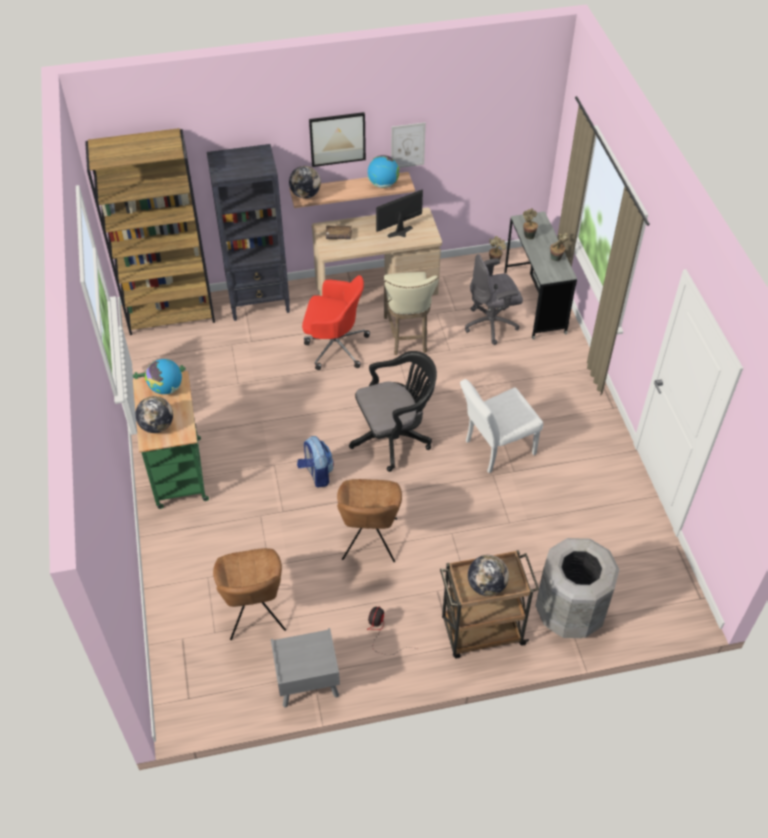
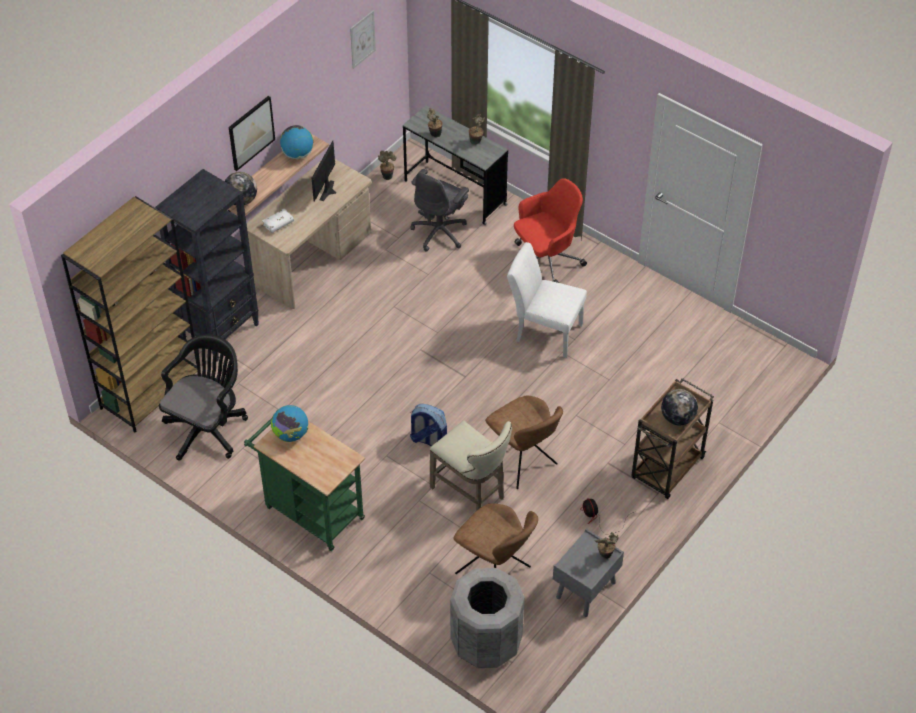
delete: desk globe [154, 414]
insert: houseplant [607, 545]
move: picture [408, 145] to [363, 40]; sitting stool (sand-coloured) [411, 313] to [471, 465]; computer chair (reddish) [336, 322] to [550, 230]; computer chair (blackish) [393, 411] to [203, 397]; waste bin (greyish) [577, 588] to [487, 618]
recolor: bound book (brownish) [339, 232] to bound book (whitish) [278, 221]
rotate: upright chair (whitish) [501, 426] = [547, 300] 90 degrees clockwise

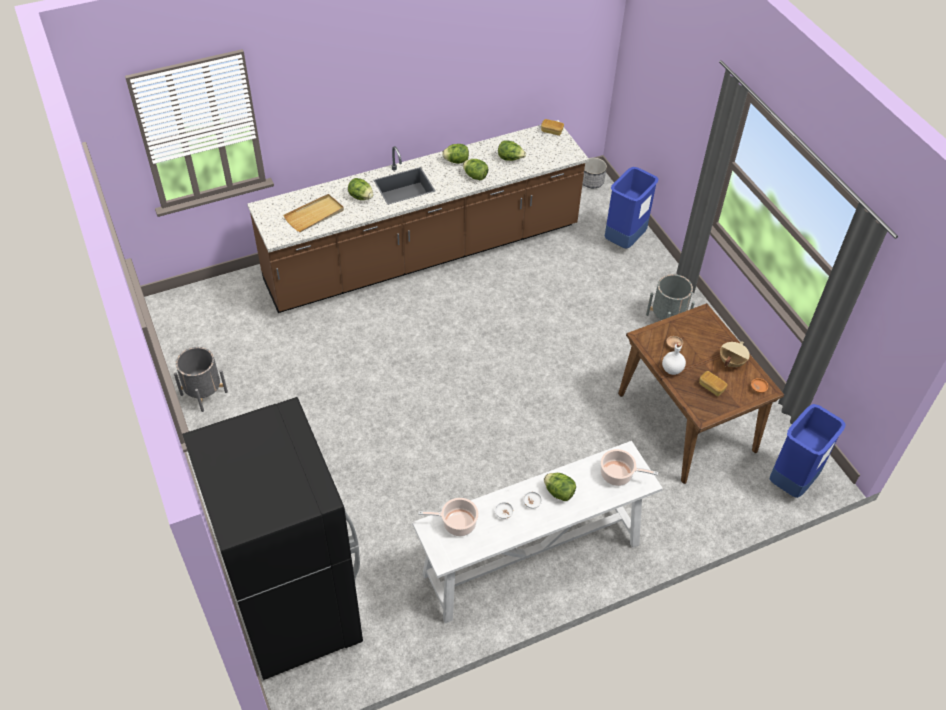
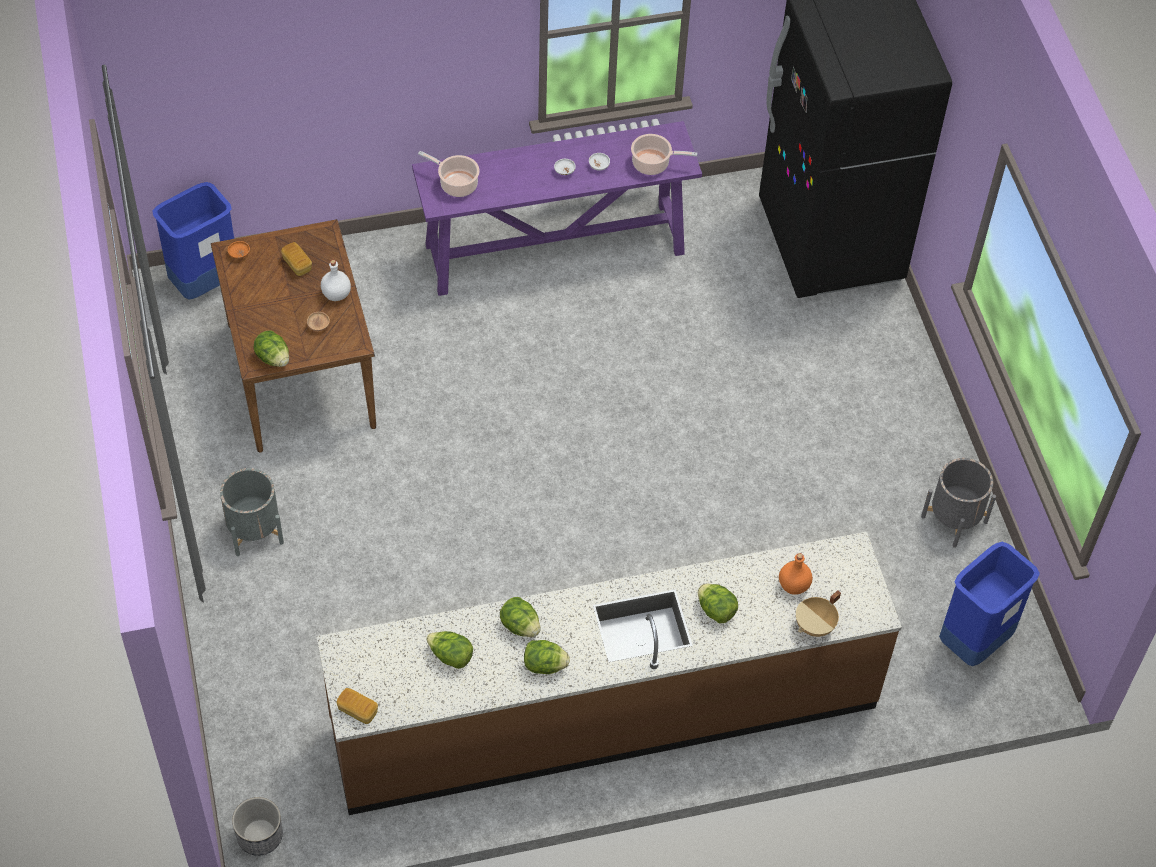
move: waste bin (blue-coloured) [631, 208] to [989, 603]; cooking pot (sand-coloured) [735, 354] to [818, 613]; head of lettuce [560, 487] to [271, 348]
replace: serving tray (sand-coloured) [313, 213] to drink bottle (orange-coloured) [796, 574]
recolor: hall table (whitish) [537, 532] to hall table (purplish) [557, 208]

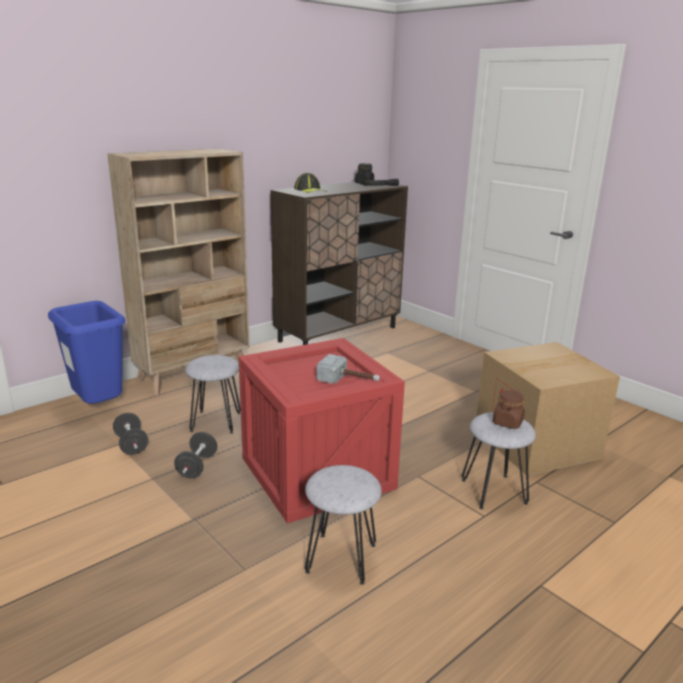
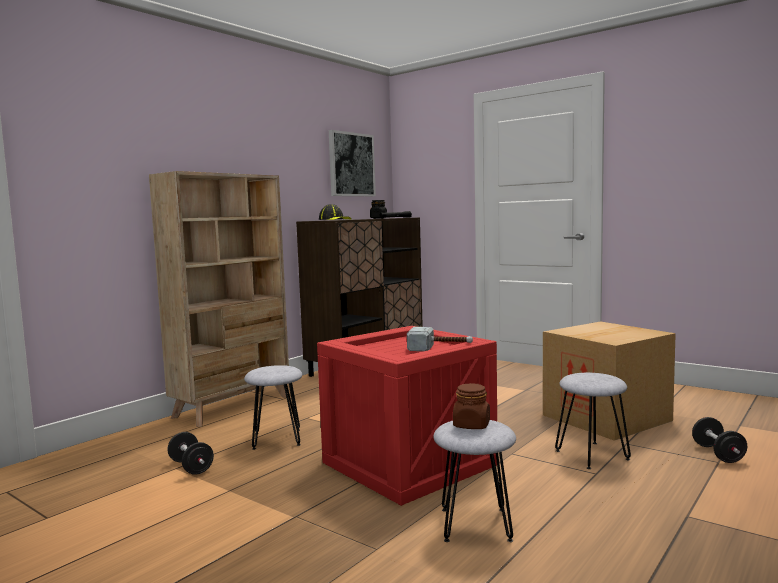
delete: waste bin (blue-coloured) [87, 352]
insert: picture [352, 163]
move: storage jar (brownish) [509, 409] to [471, 406]; dumbbell (blackish) [195, 455] to [719, 440]

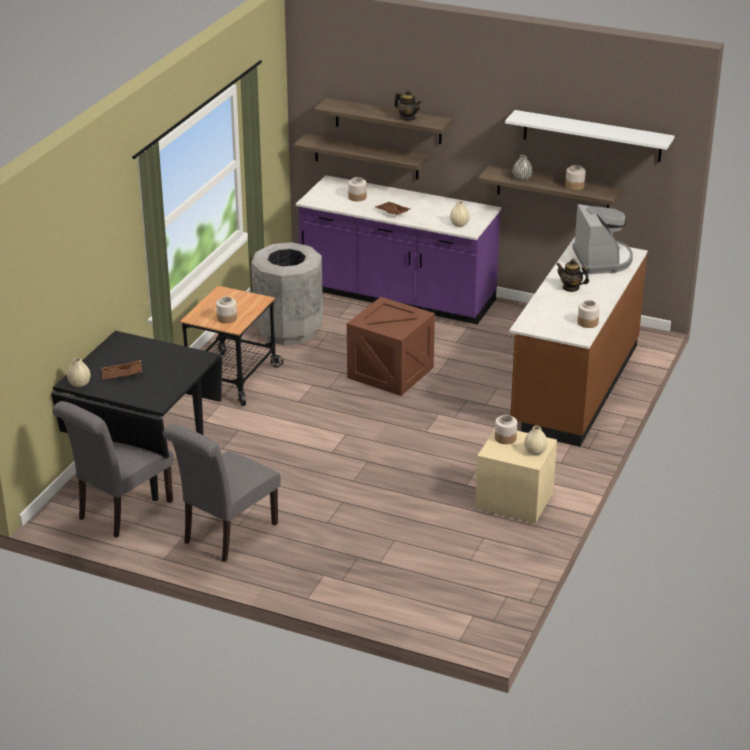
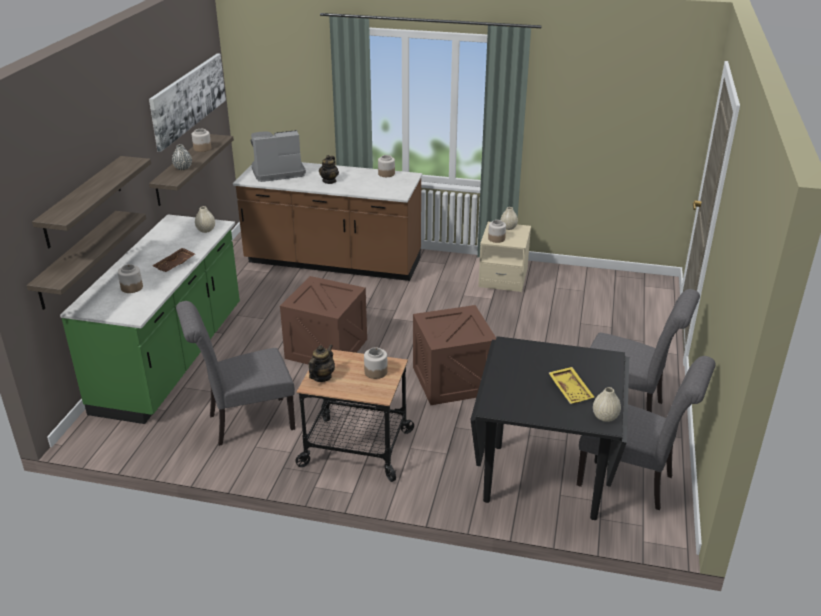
insert: shipping crate [454, 355]
move: teapot [408, 104] to [322, 363]
replace: wall shelf (whitish) [590, 136] to picture [187, 103]; waste bin (greyish) [287, 293] to upright chair (greyish) [235, 373]
recolor: kitchen base unit (purplish) [398, 250] to kitchen base unit (green-coloured) [150, 319]; serving tray (brownish) [121, 370] to serving tray (yellow) [571, 385]

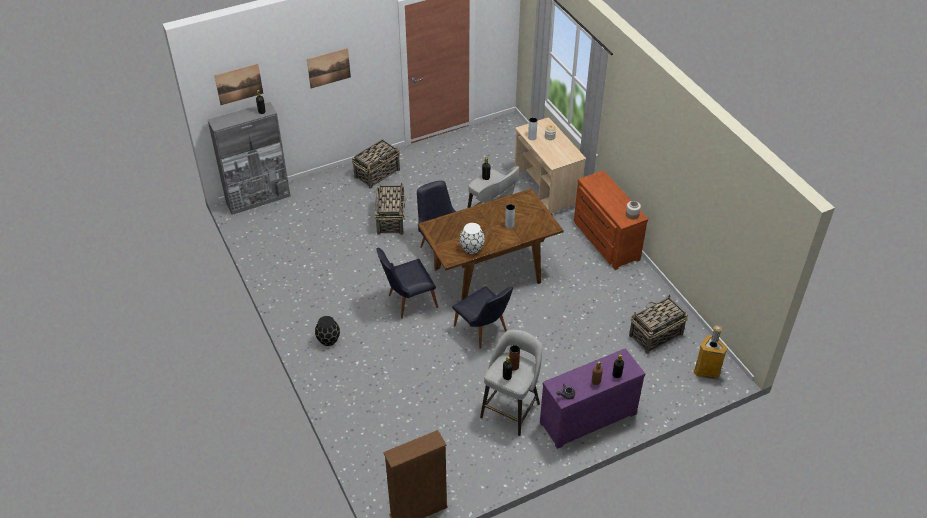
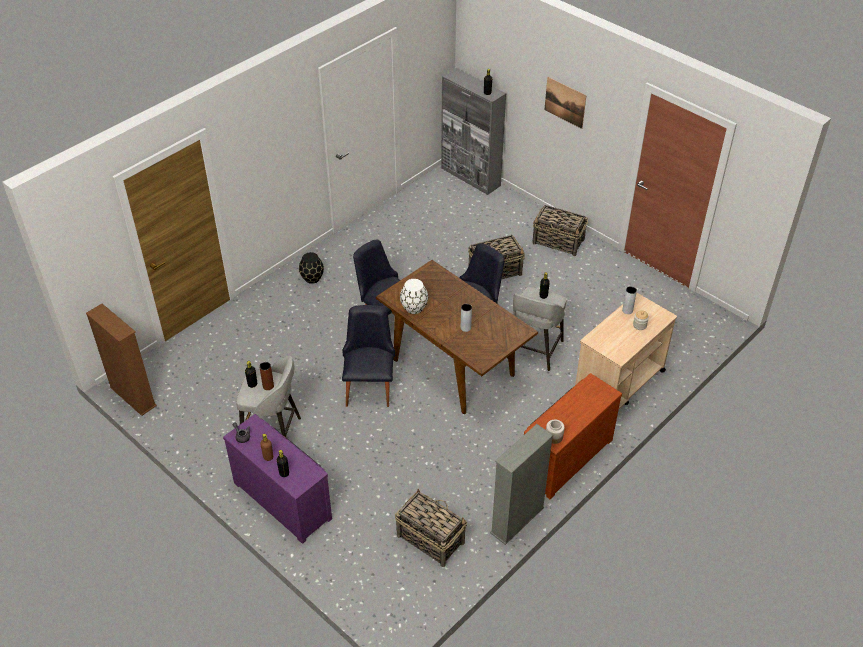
delete: picture [238, 84]; waste bin [711, 352]
insert: bookcase (greyish) [521, 484]
rotate: upright chair (blackish) [482, 317] = [368, 356] 150 degrees clockwise

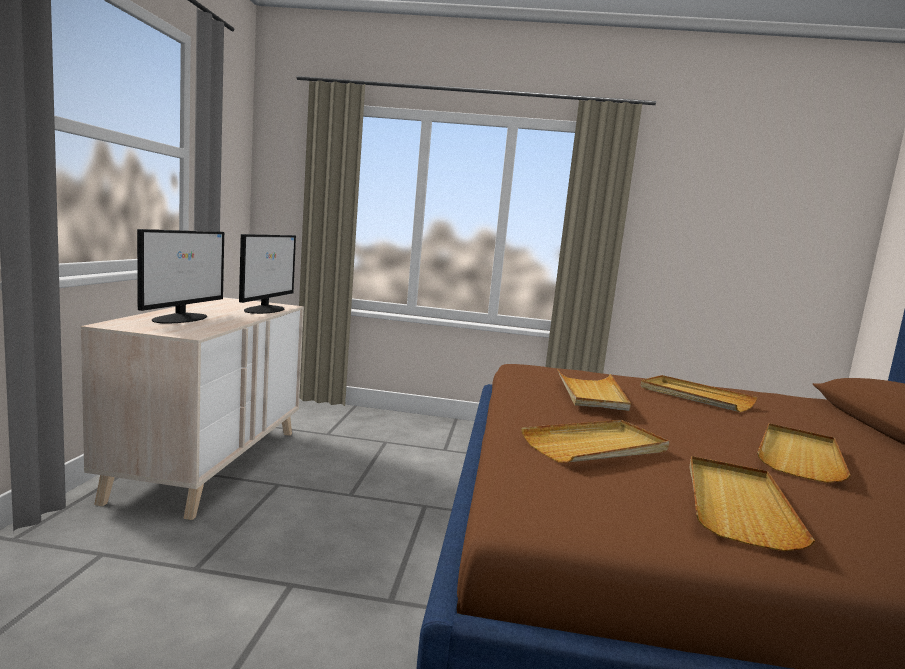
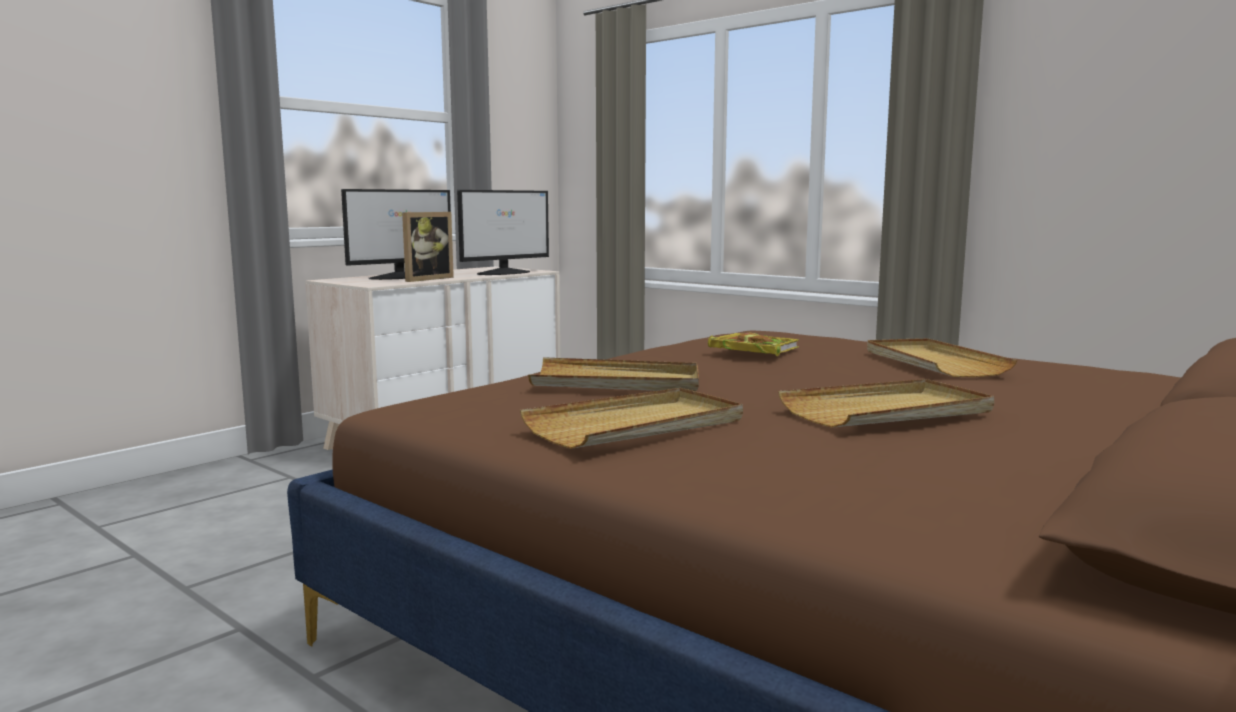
insert: standing frame [428, 247]
replace: serving tray (sand-coloured) [594, 390] to bound book [753, 344]

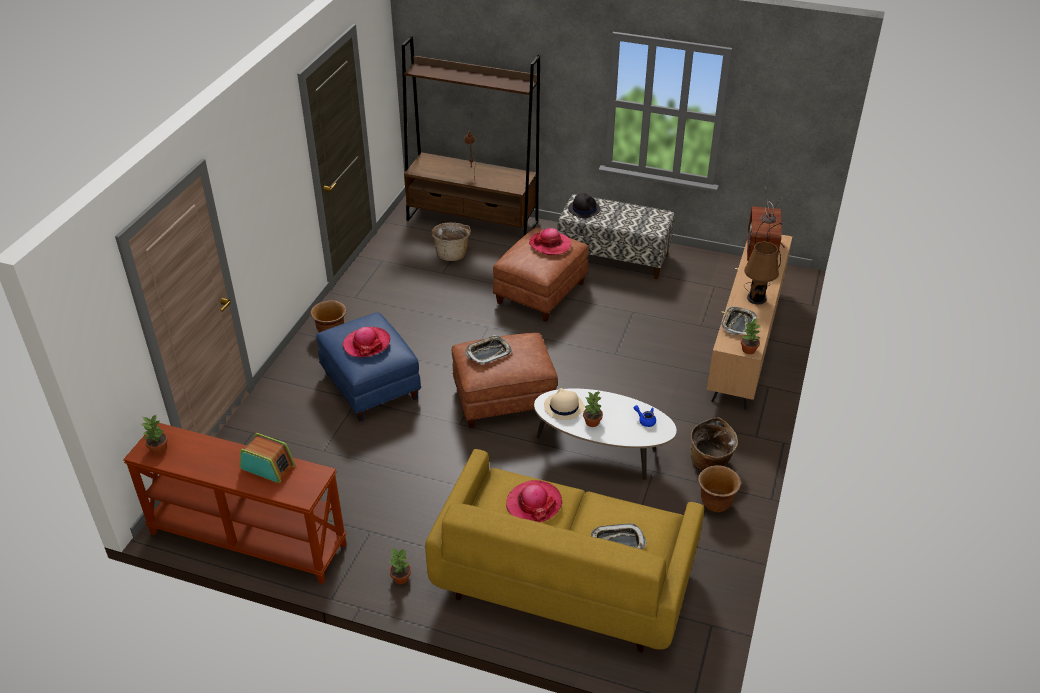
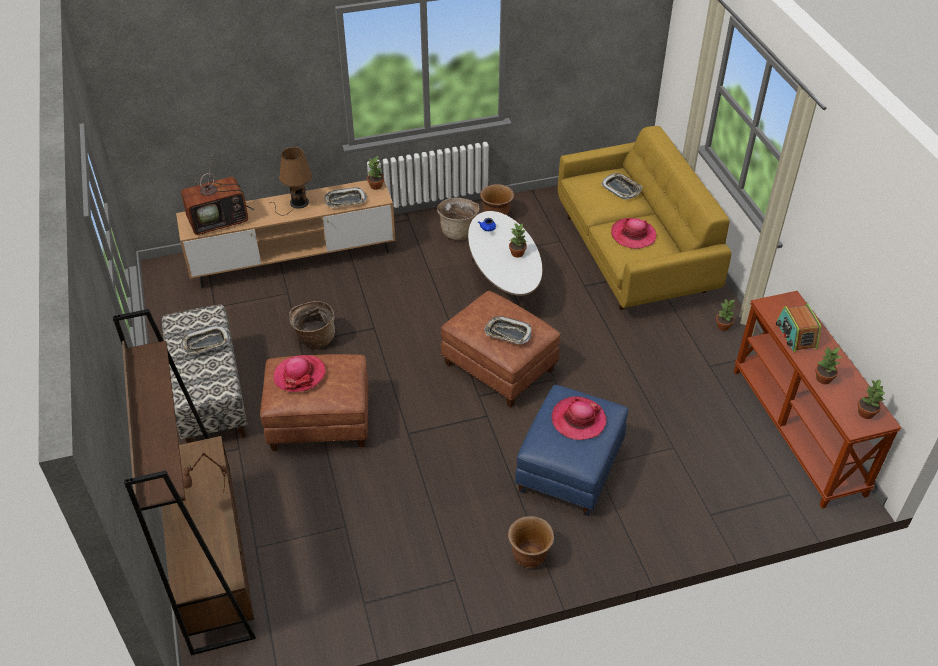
delete: wearable hat (blackish) [584, 205]; wearable hat (sand-coloured) [564, 404]
insert: serving tray [206, 340]; houseplant [828, 365]
move: basket [451, 241] to [312, 325]

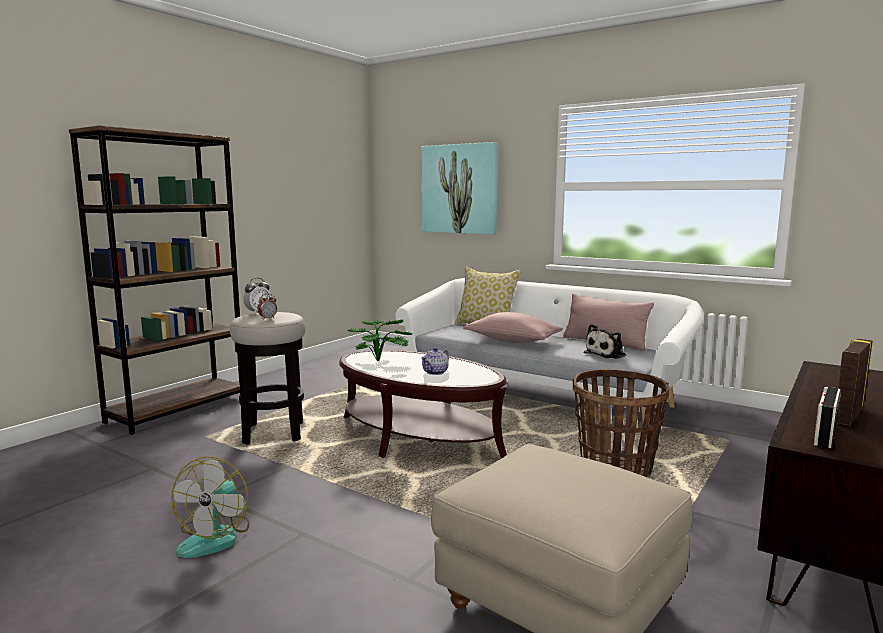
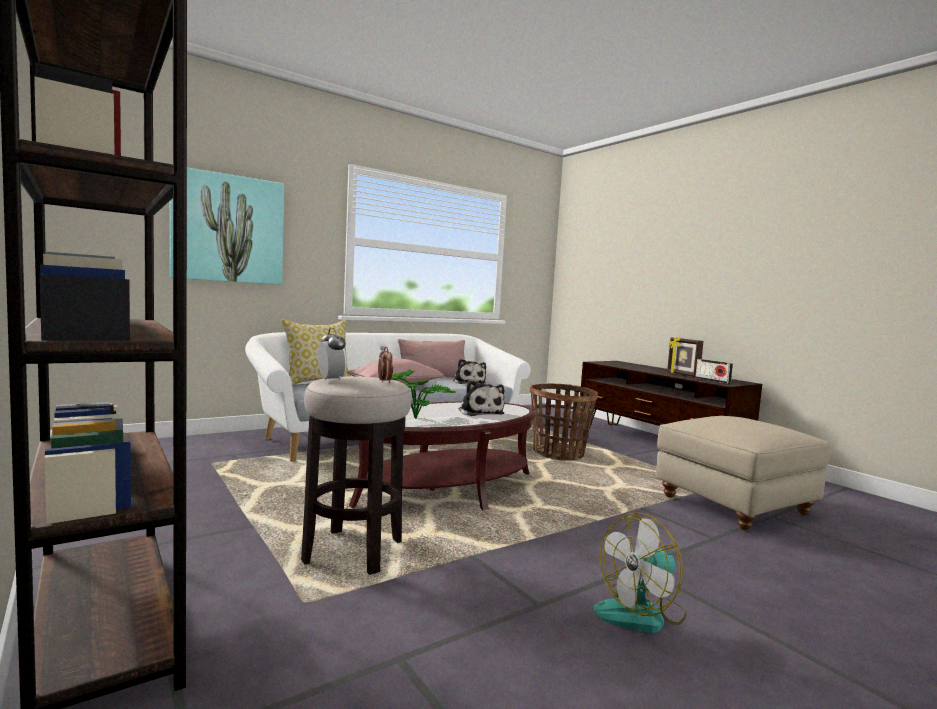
replace: teapot [435, 361] to soft toy [481, 398]
rotate: electric fan [210, 507] = [639, 572] 120 degrees clockwise

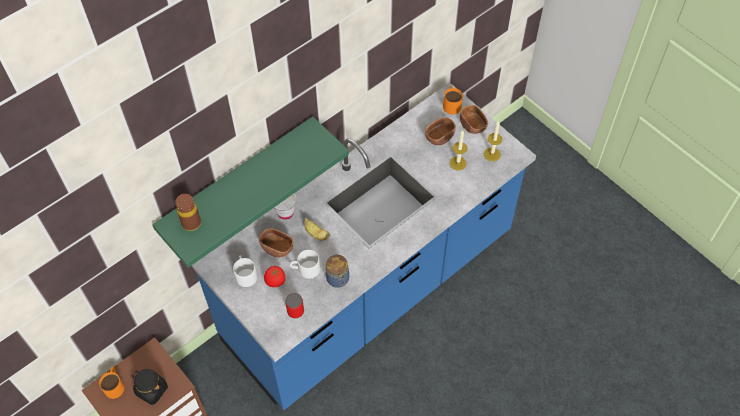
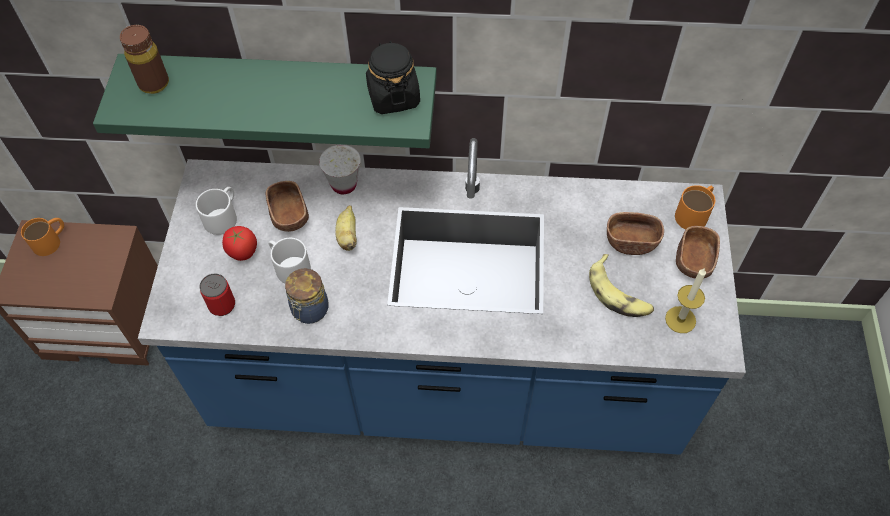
move: storage jar (blackish) [150, 387] to [393, 77]
replace: wax light [459, 150] to banana [621, 285]

